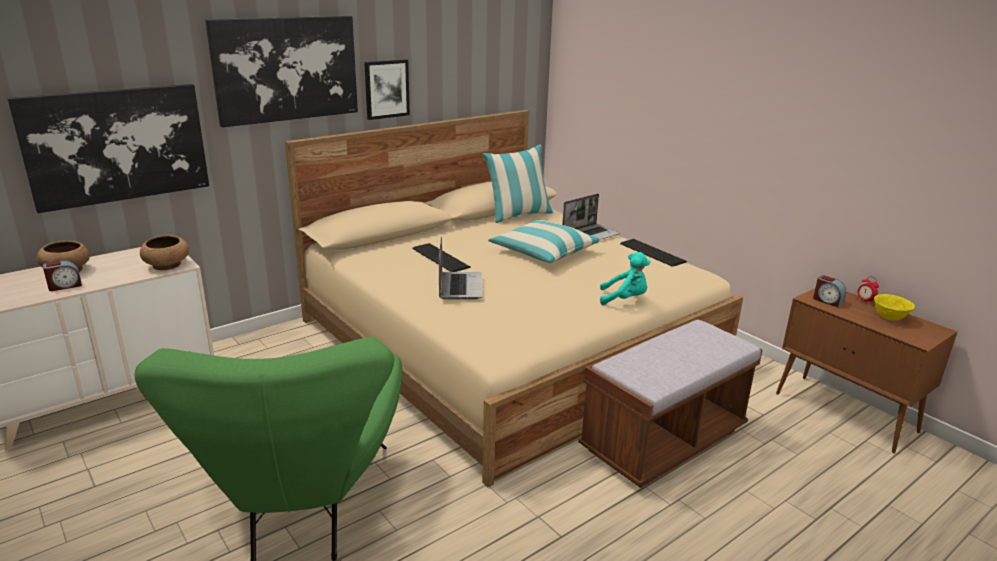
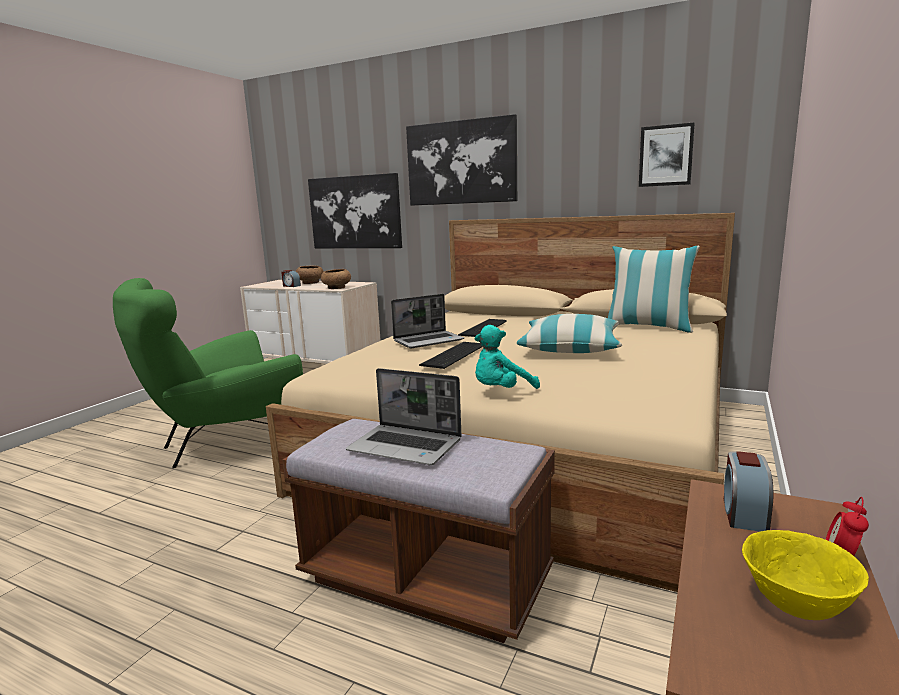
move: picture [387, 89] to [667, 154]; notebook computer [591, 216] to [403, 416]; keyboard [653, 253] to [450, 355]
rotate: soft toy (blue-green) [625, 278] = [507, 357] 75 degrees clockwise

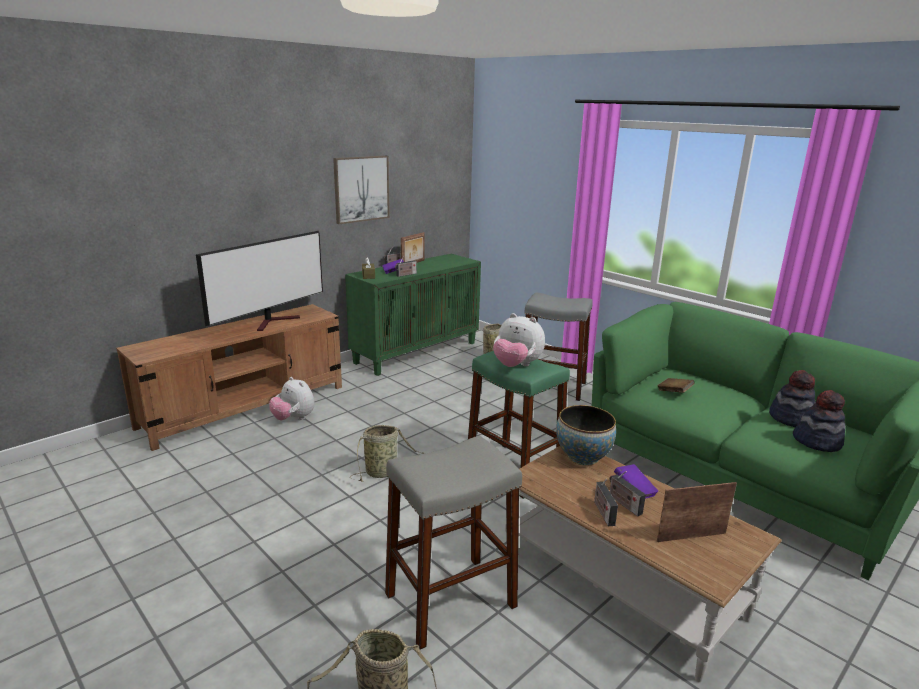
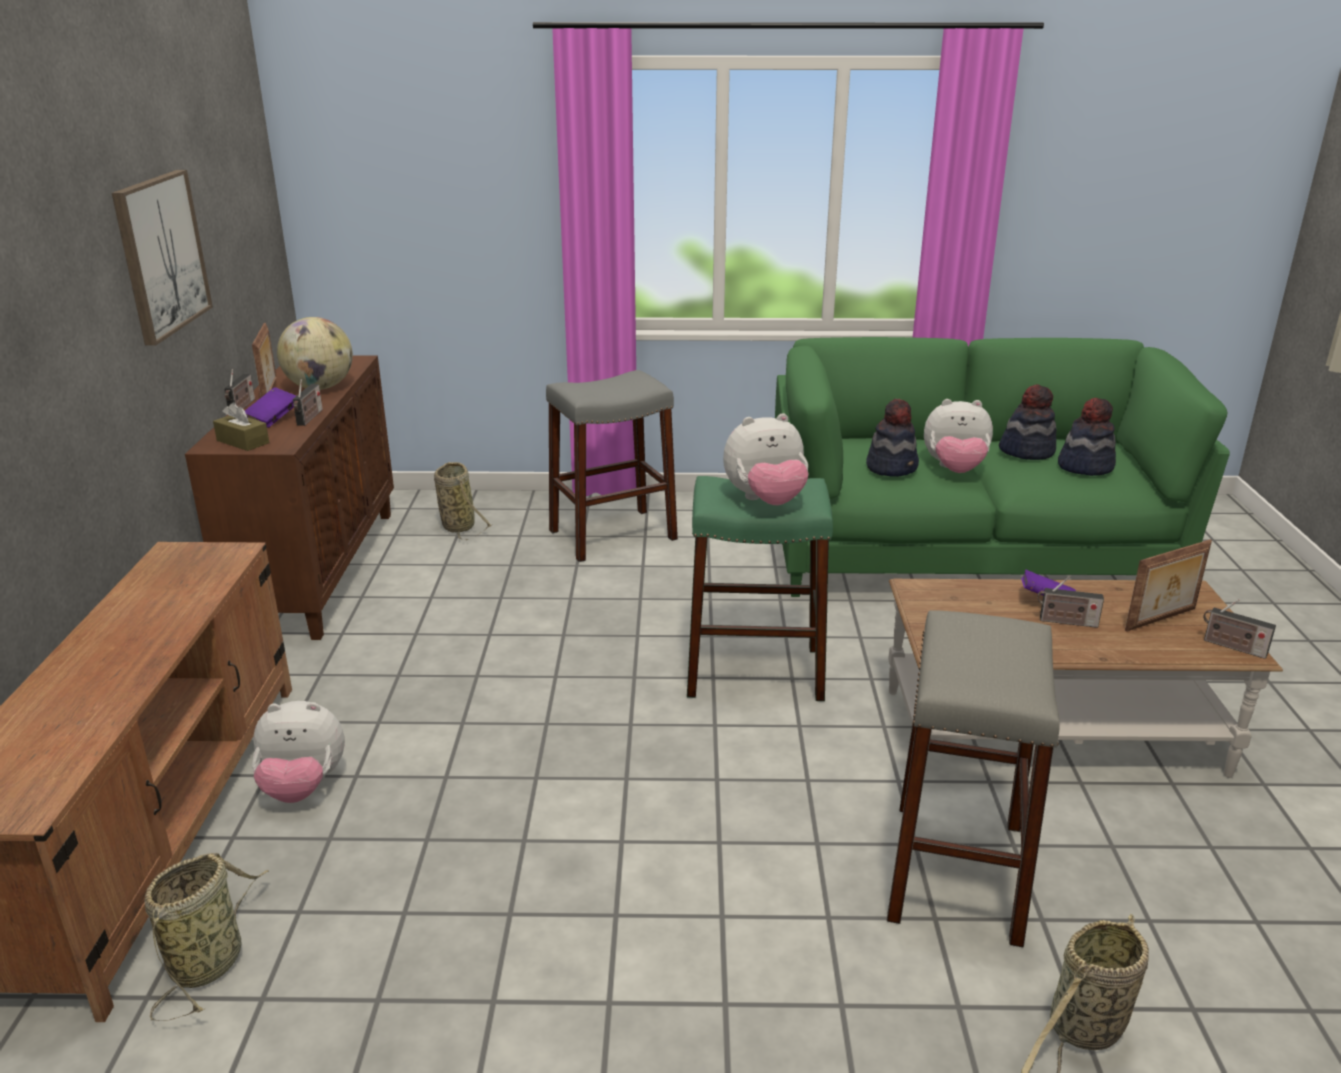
delete: TV set [259, 281]; bowl [586, 435]
insert: desk globe [315, 353]; soft toy [958, 436]
move: basket [387, 453] to [207, 937]; radio receiver [606, 502] to [1239, 629]
replace: bound book (brownish) [676, 385] to wearable hat [892, 438]
recolor: storage cabinet (green-coloured) [413, 315] to storage cabinet (brownish) [289, 497]
rotate: standing frame [697, 512] = [1168, 586] 150 degrees counterclockwise

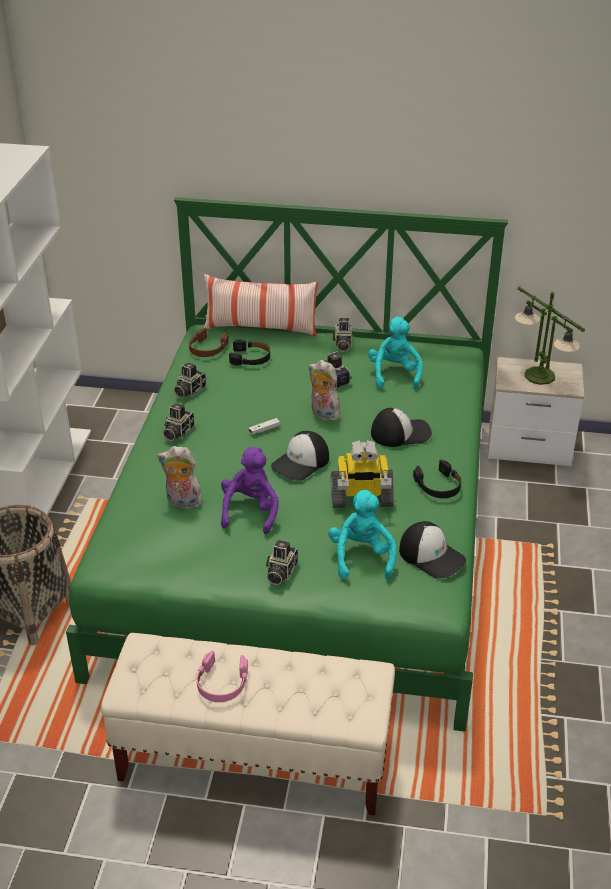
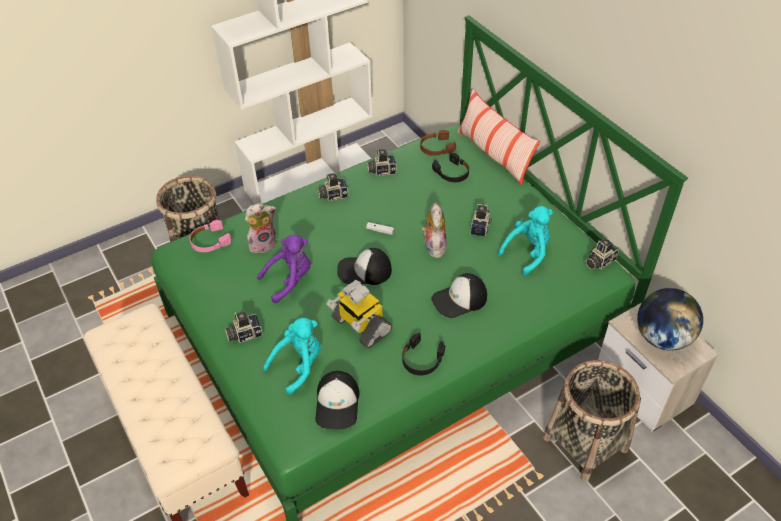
insert: basket [592, 421]
move: photo camera [343, 335] to [602, 254]; pair of headphones (pink-coloured) [222, 676] to [210, 236]
replace: tabletop lamp [550, 335] to desk globe [670, 319]
rotate: baseball cap [401, 427] = [459, 295] 120 degrees clockwise; soft toy [179, 477] = [261, 228] 90 degrees clockwise

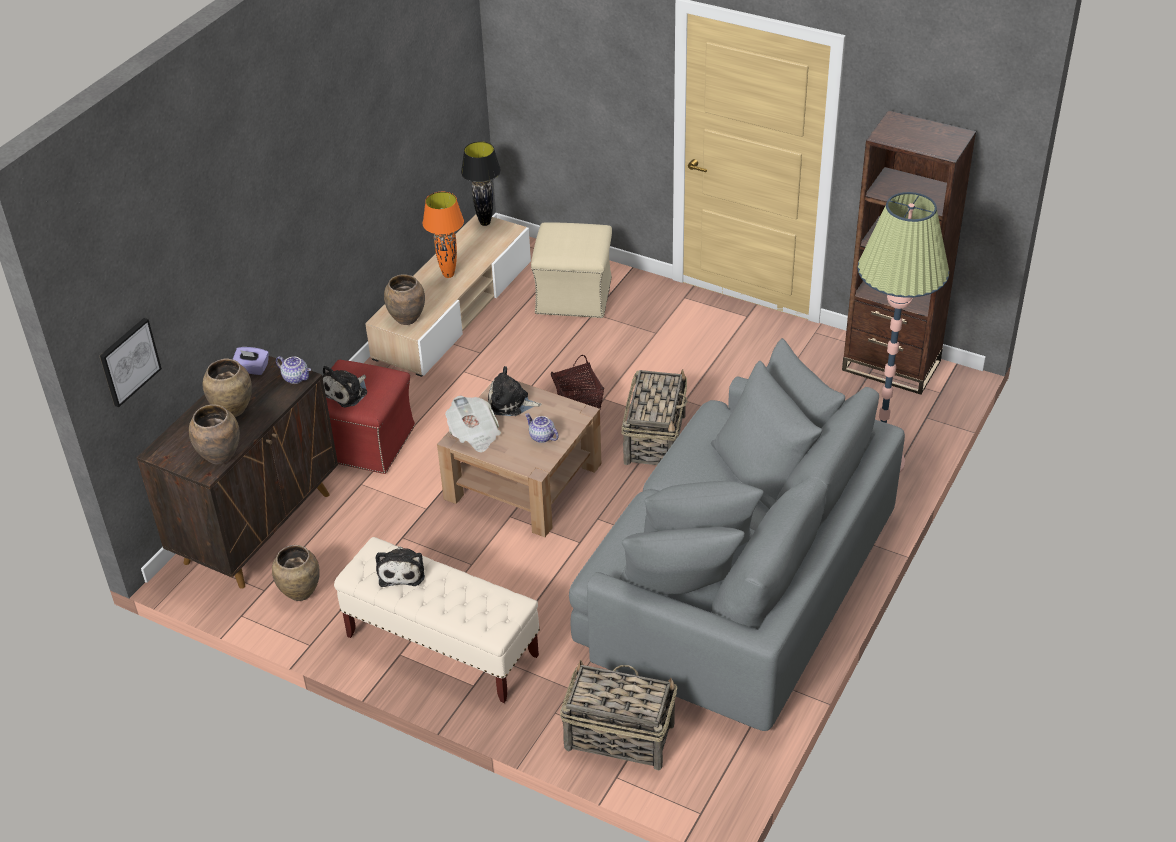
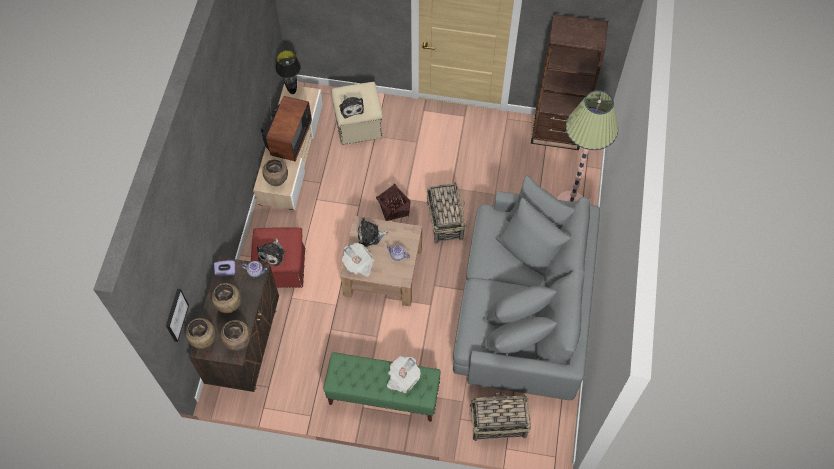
insert: newspaper [403, 374]
move: flower vase (brownish) [296, 573] to [200, 333]; soft toy [400, 566] to [351, 107]
replace: tabletop lamp (orange-coloured) [443, 235] to TV set [286, 128]
recolor: bench (sand-coloured) [437, 620] to bench (green-coloured) [382, 387]

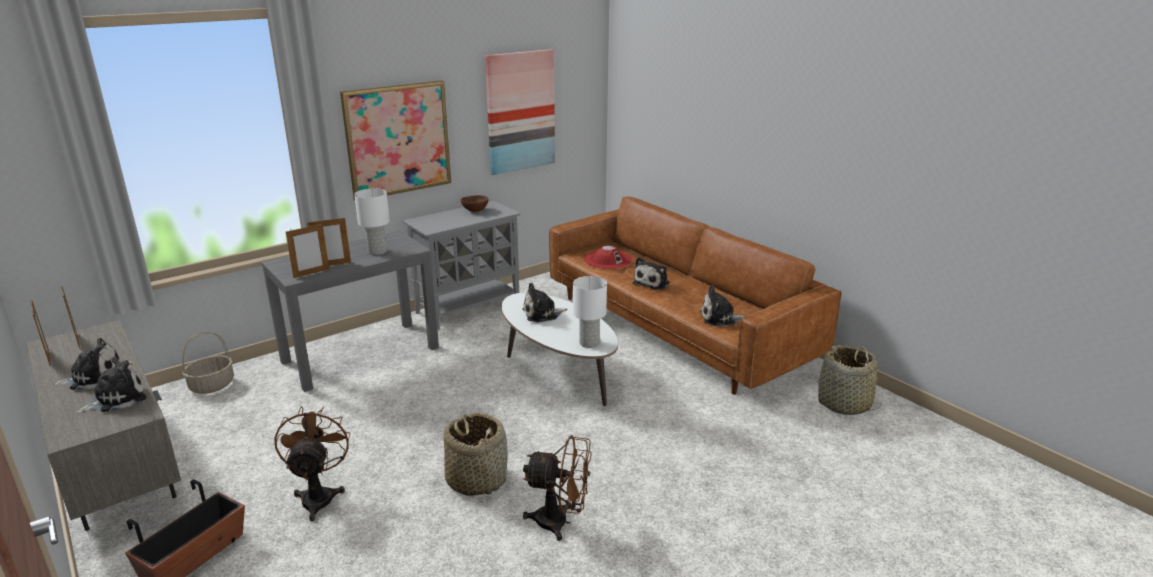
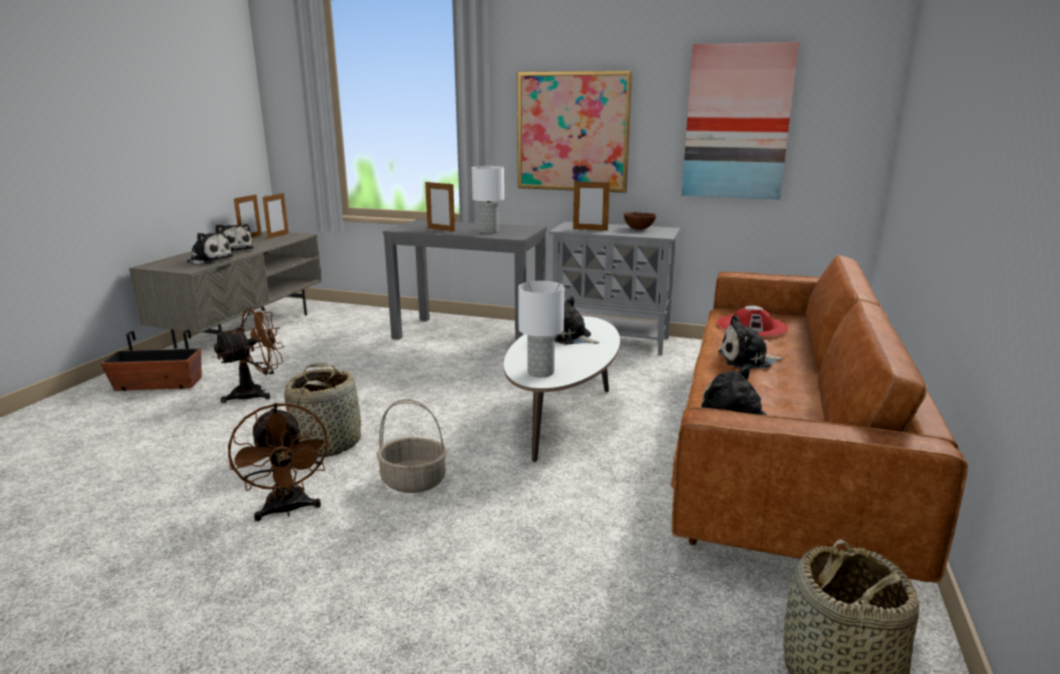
move: standing frame [307, 250] to [591, 205]; basket [208, 362] to [411, 446]

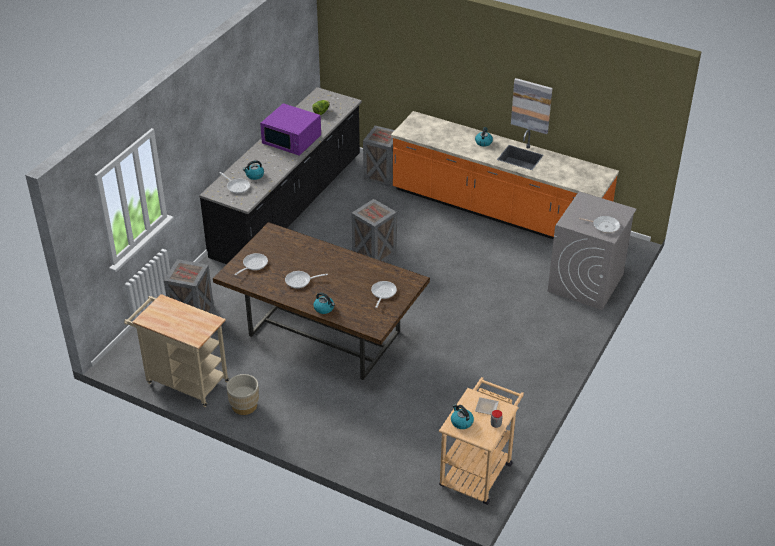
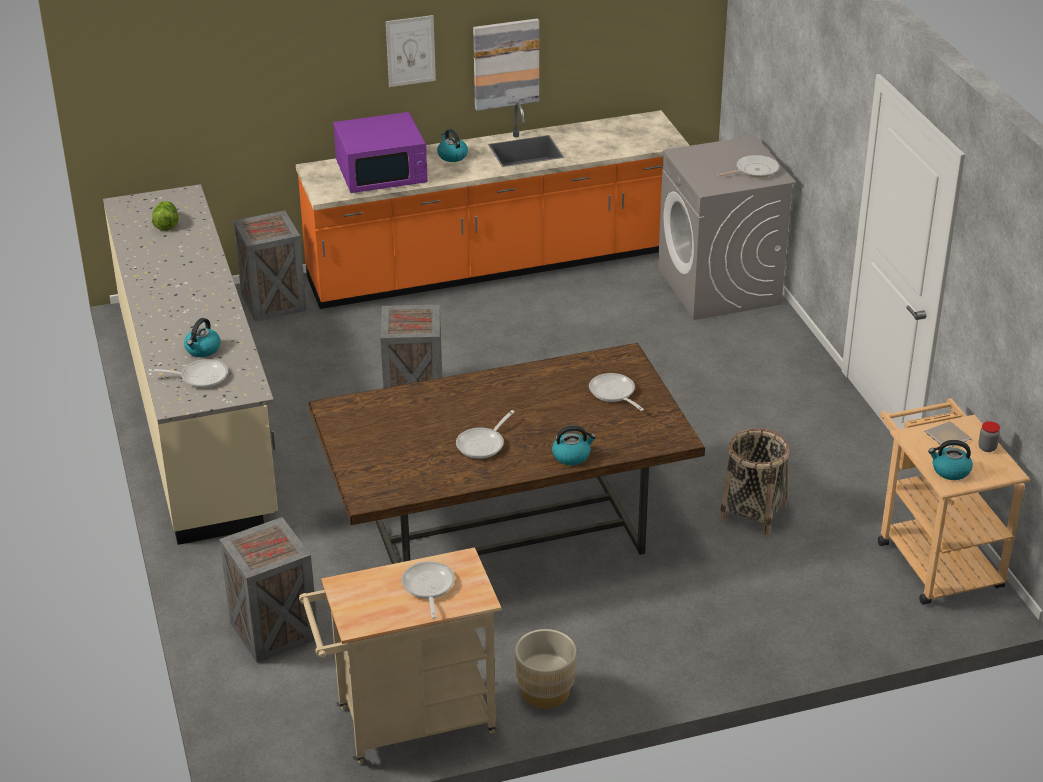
insert: picture [411, 51]; basket [754, 481]
move: microwave oven (purplish) [290, 129] to [380, 152]; frying pan [251, 264] to [428, 590]
recolor: kitchen base unit (blackish) [280, 175] to kitchen base unit (sand-coloured) [190, 364]

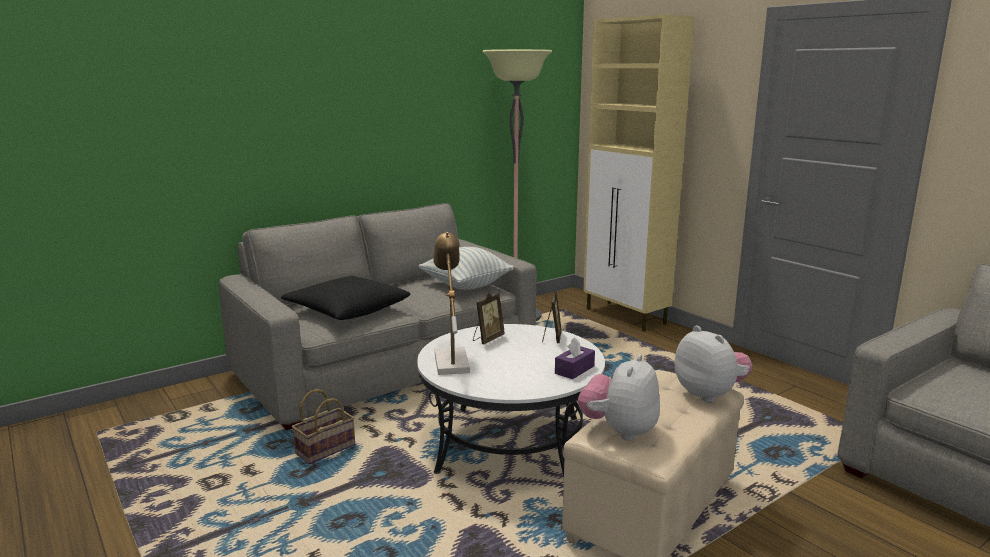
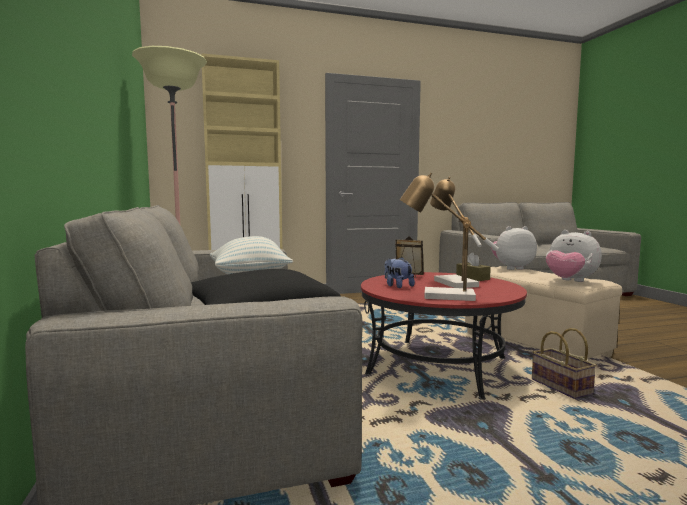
insert: tabletop lamp [456, 232]
move: basket [323, 426] to [564, 363]
replace: standing frame [489, 318] to soft toy [399, 272]
recolor: lounge table (whitish) [511, 400] to lounge table (reddish) [444, 336]; tissue box (purplish) [575, 358] to tissue box (brownish) [473, 266]

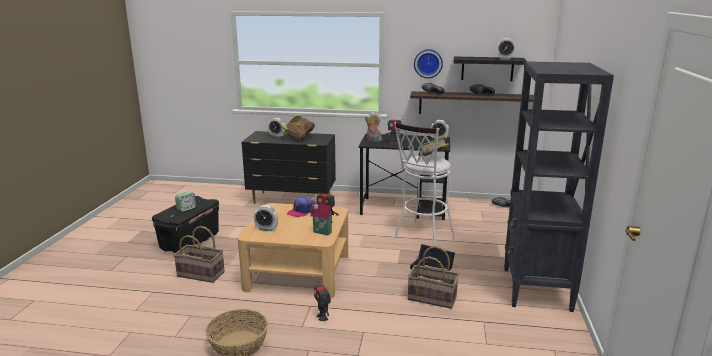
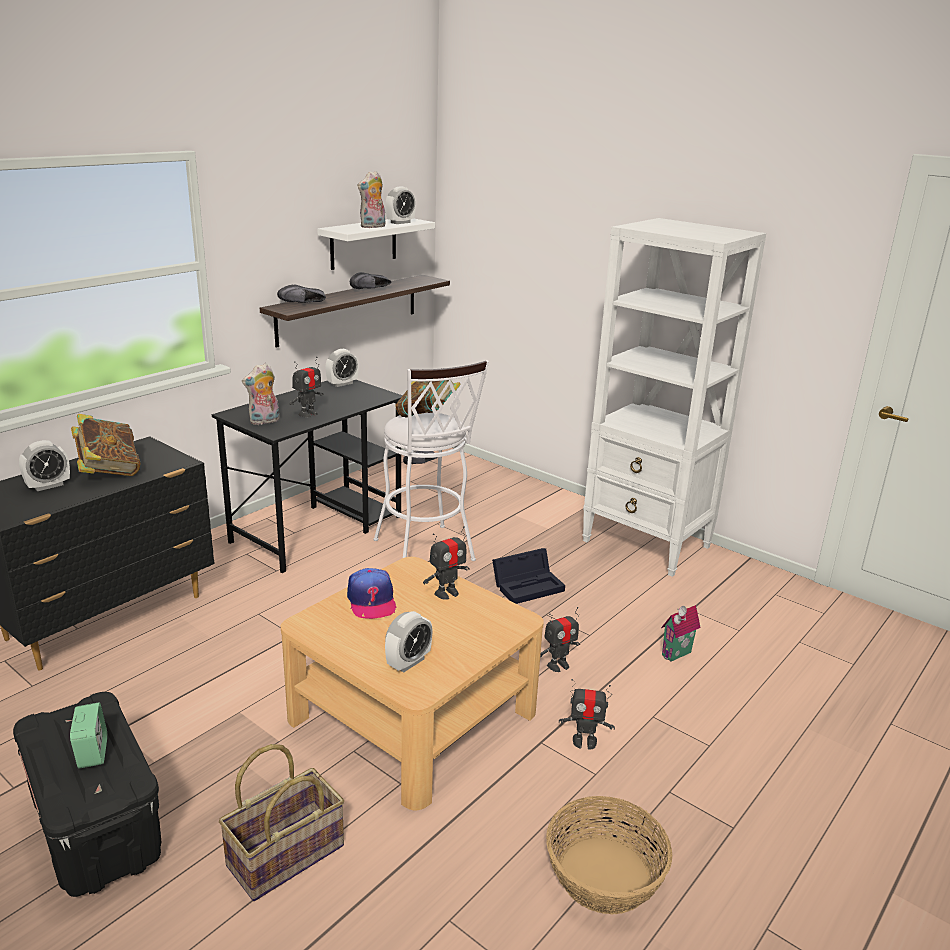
delete: clock on the wall [428, 63]; basket [433, 277]
insert: soft toy [371, 199]; robot figure [560, 639]
move: model house [321, 216] to [681, 633]
recolor: wall shelf (blackish) [490, 69] to wall shelf (whitish) [376, 244]; bookcase (blackish) [559, 186] to bookcase (whitish) [674, 397]

